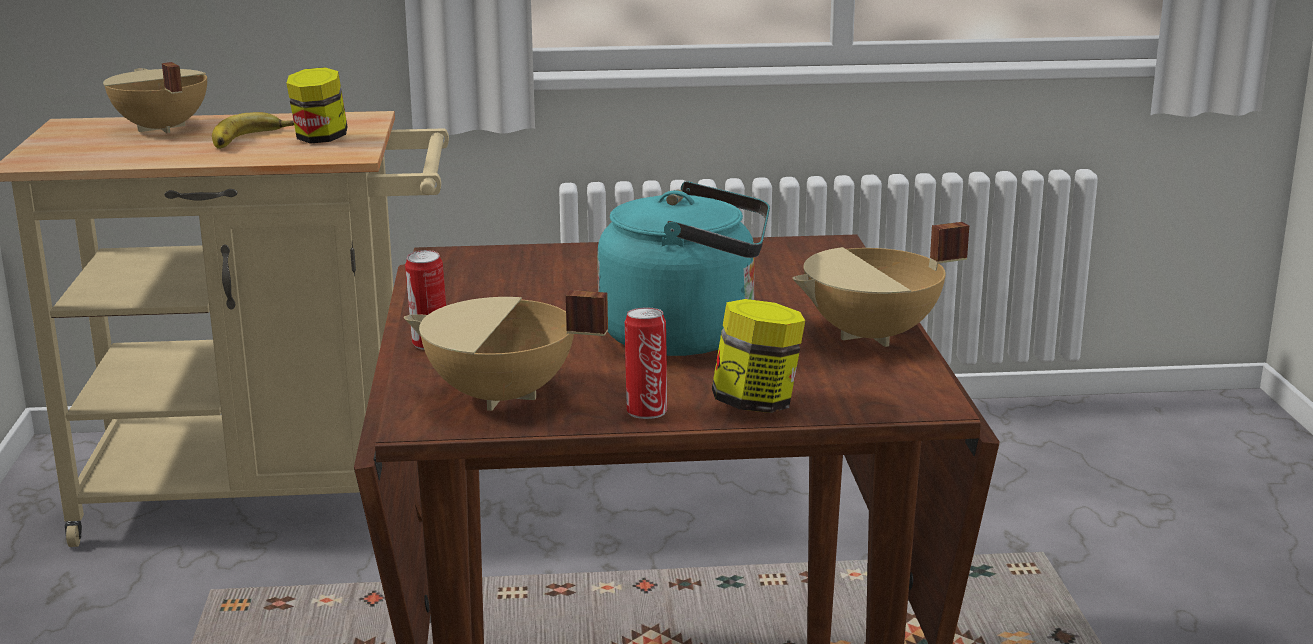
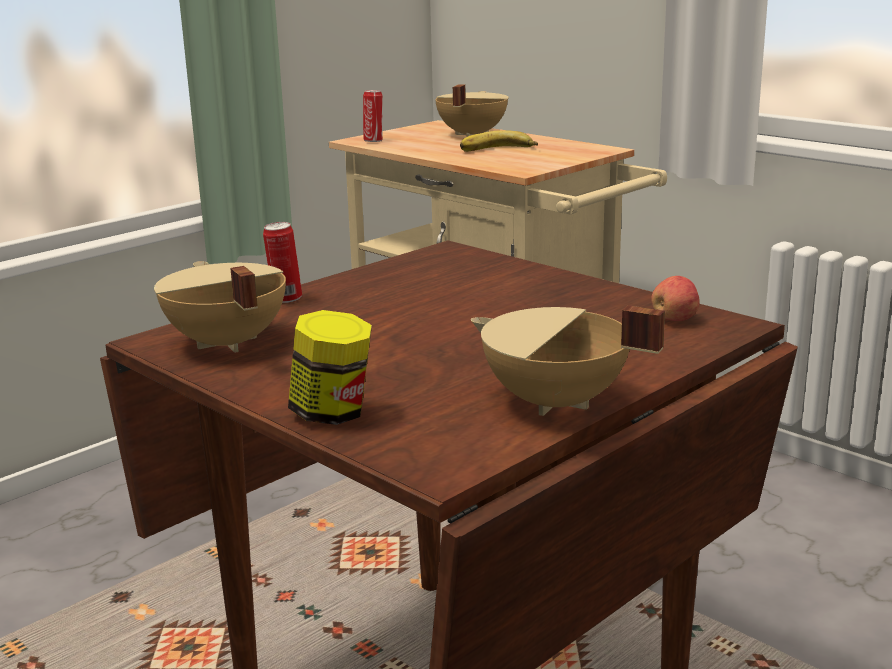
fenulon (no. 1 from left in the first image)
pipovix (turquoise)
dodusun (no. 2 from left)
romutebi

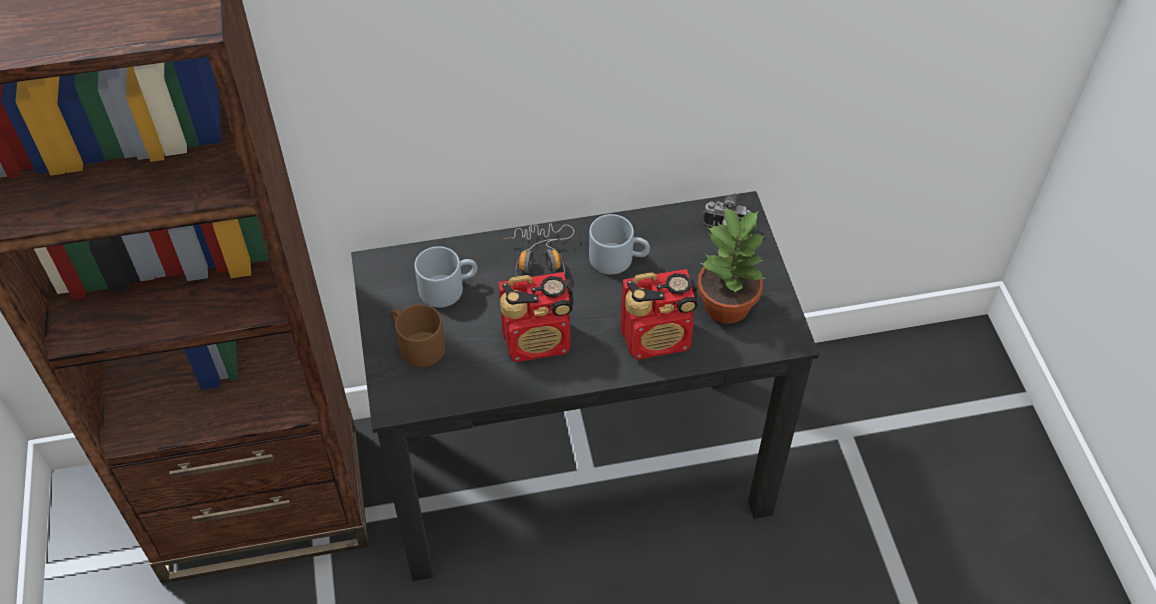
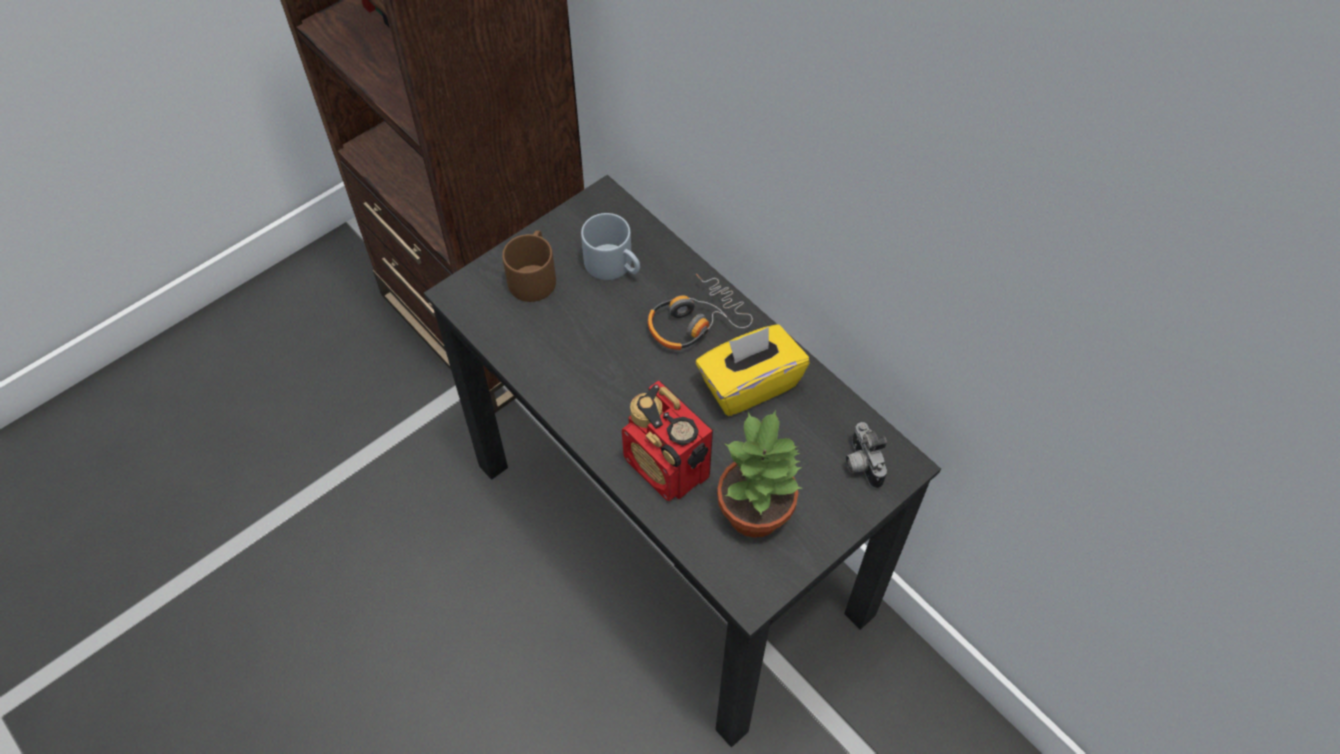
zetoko (no. 1 from left in the first image)
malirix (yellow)

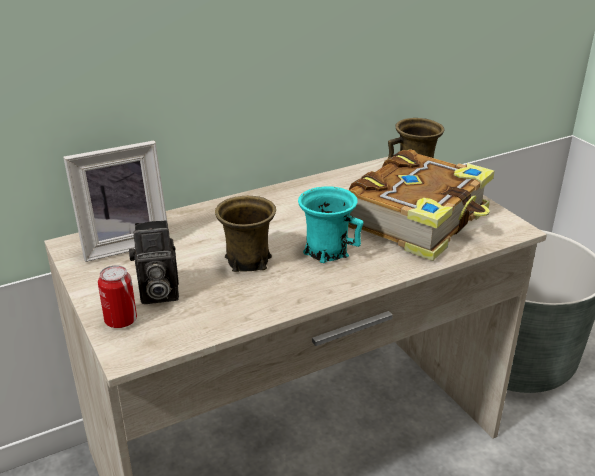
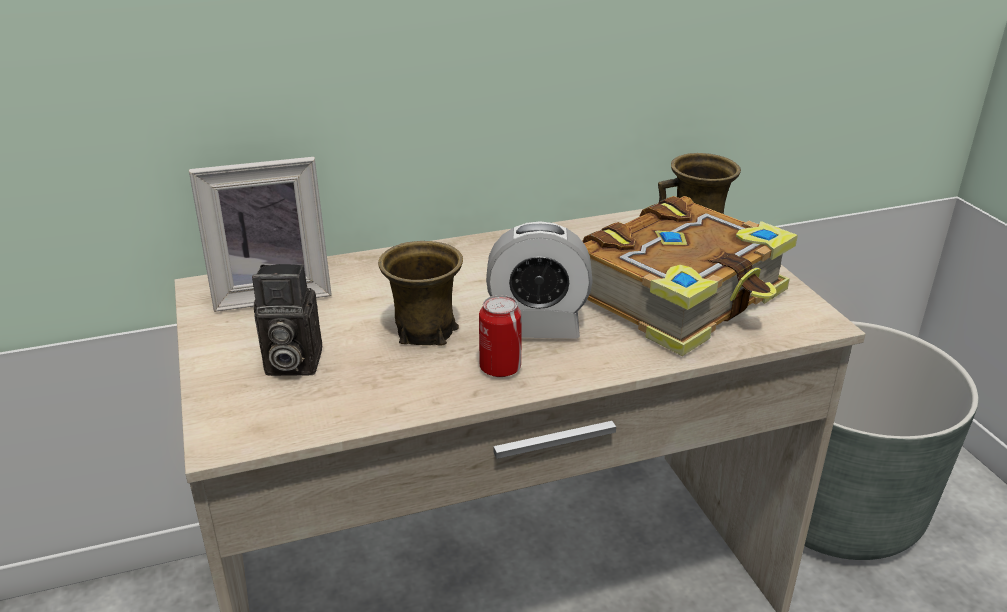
dodusun
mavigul

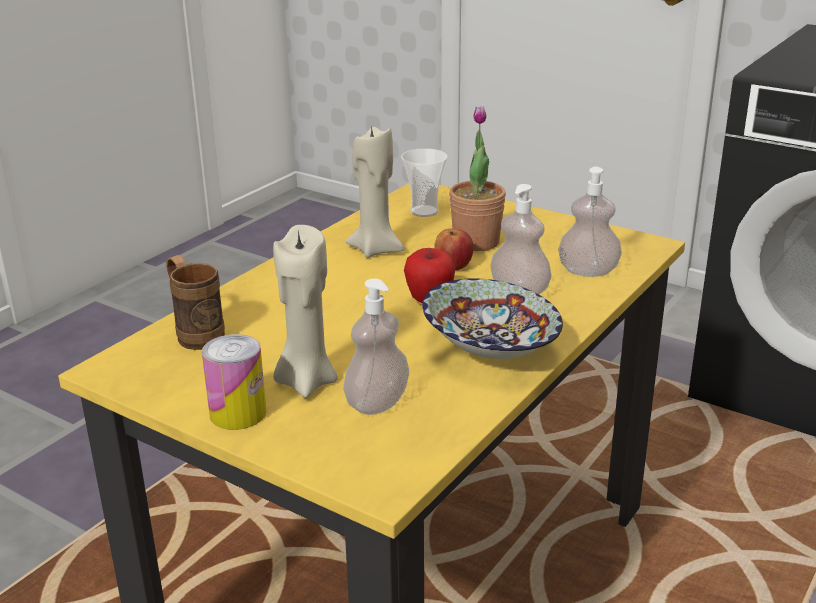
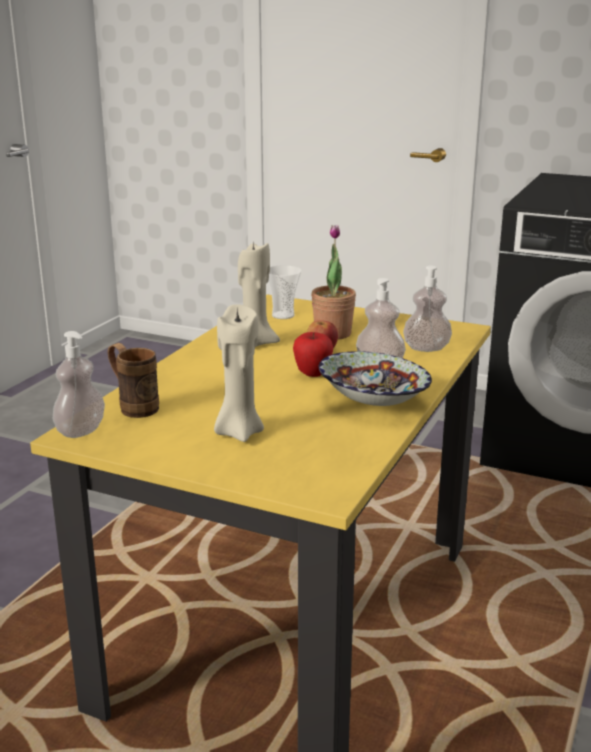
dodusun
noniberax (no. 1 from left)

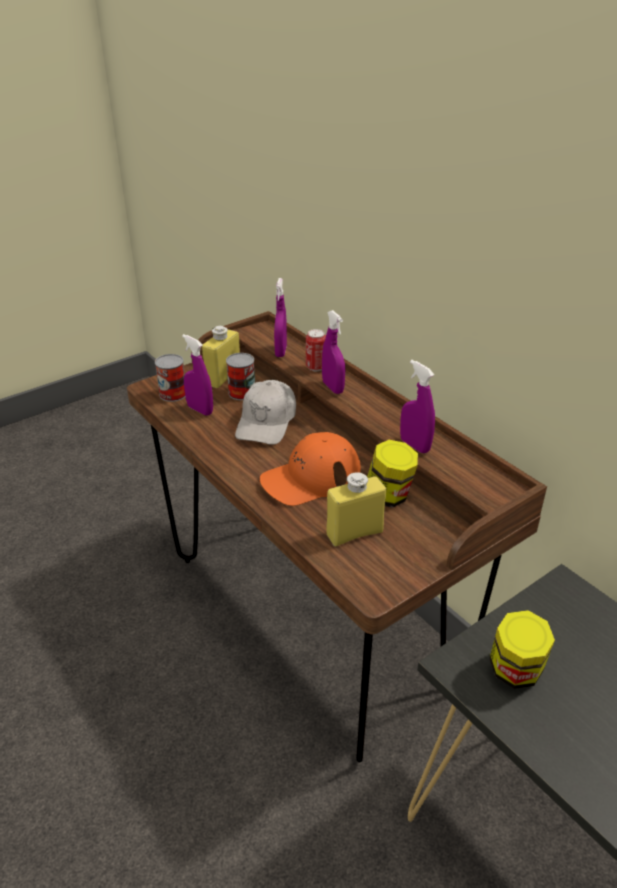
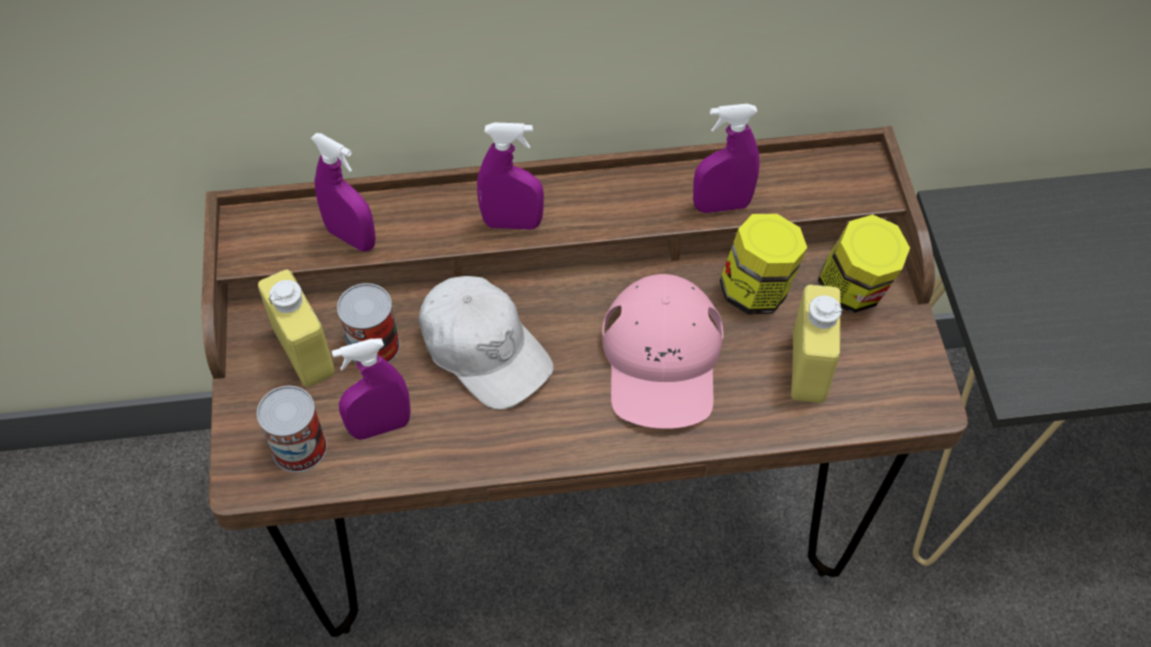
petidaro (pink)
dodusun (no. 3 from left in the first image)
fenulon (no. 2 from left)

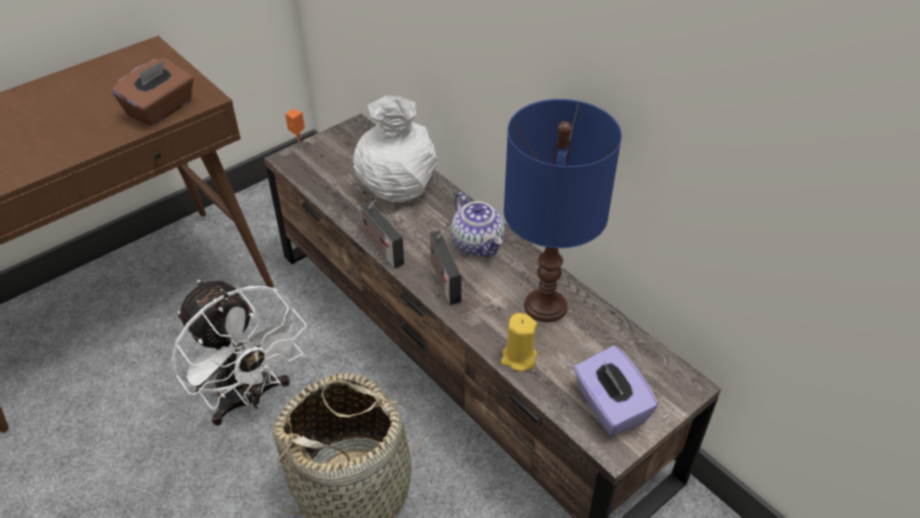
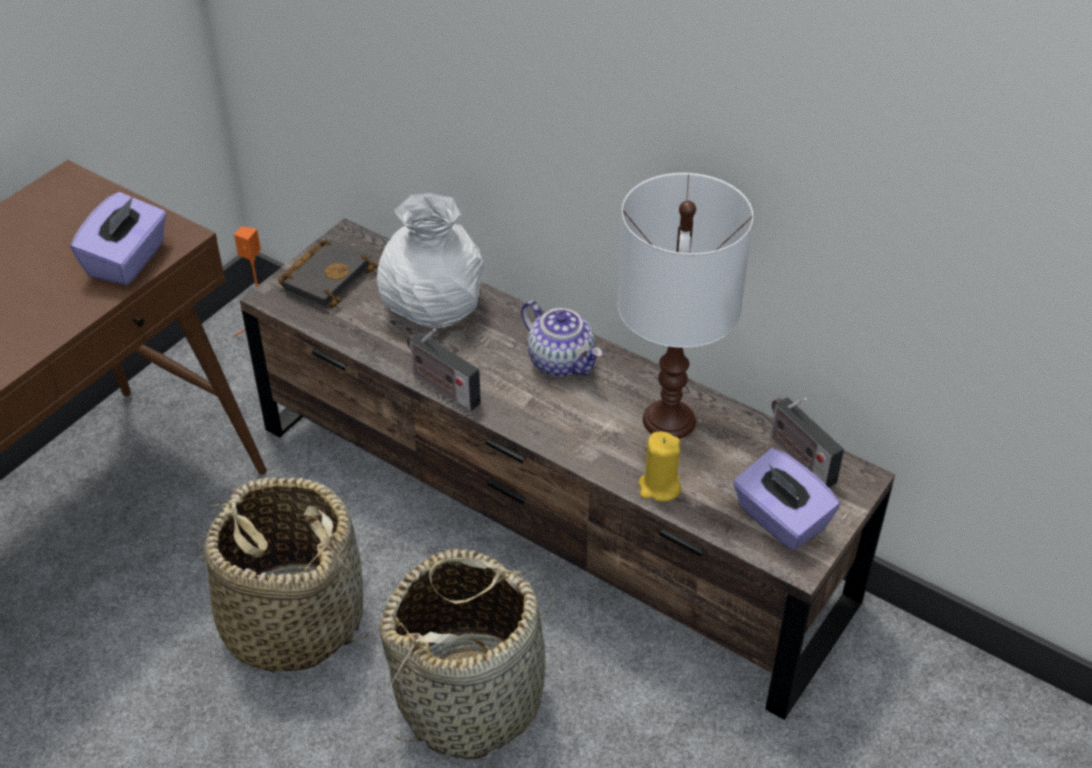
malirix (purple) (no. 1 from left)
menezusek (no. 1 from left)
zetoko (no. 2 from left)
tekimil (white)
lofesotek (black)

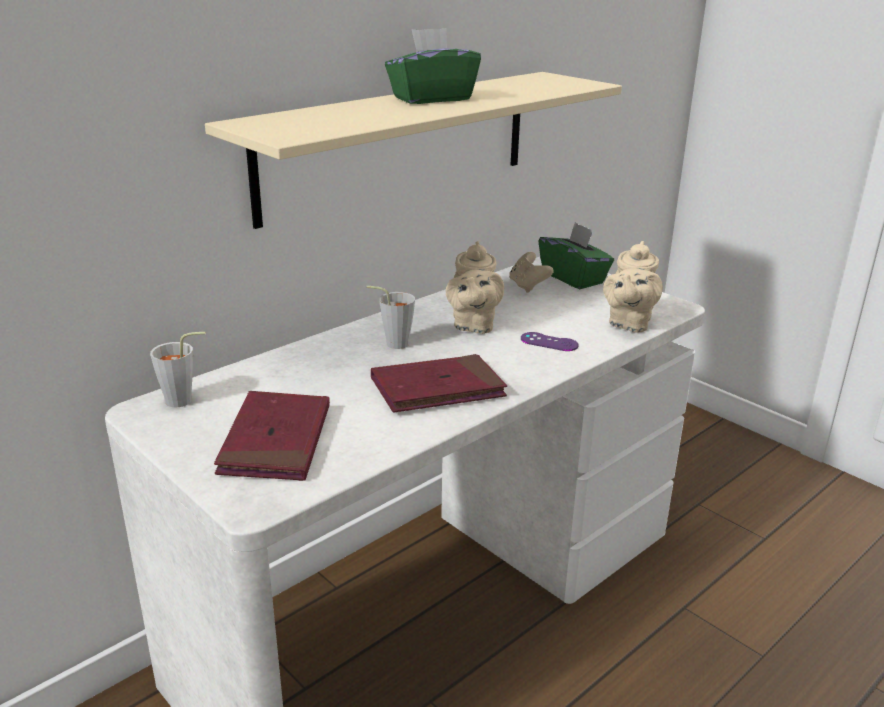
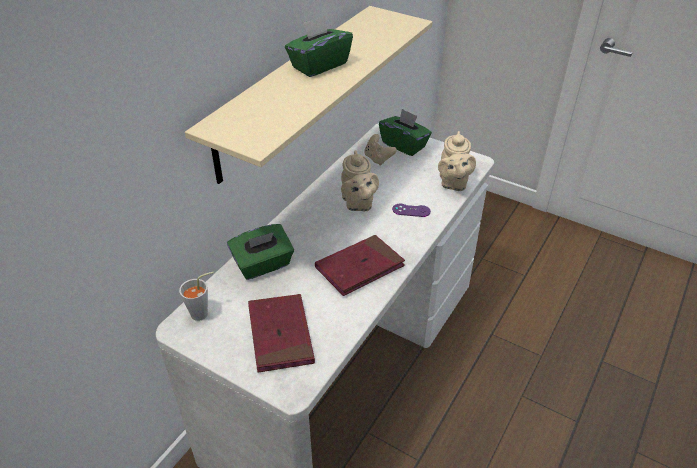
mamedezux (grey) (no. 2 from left in the first image)
malirix (green) (no. 1 from left)

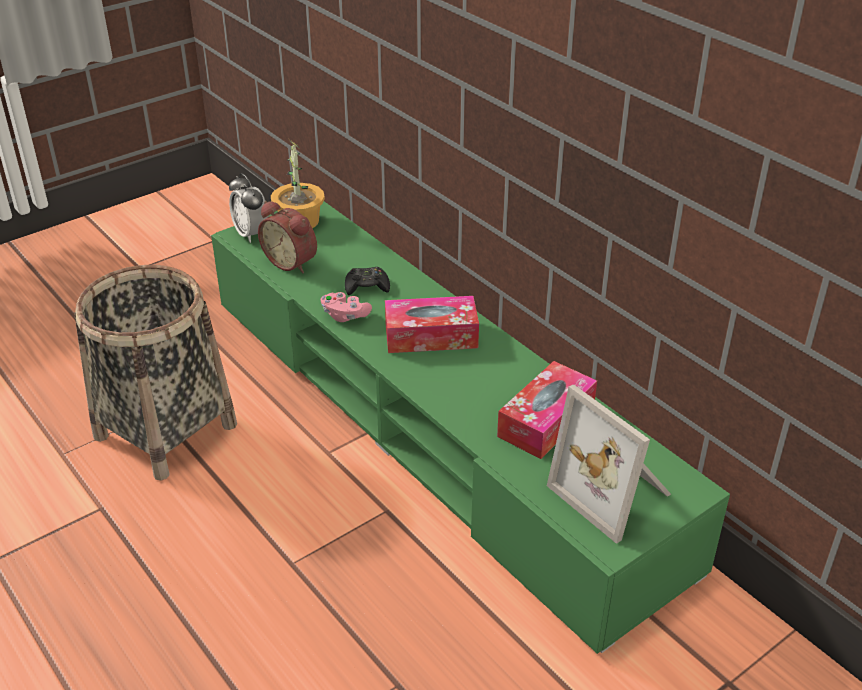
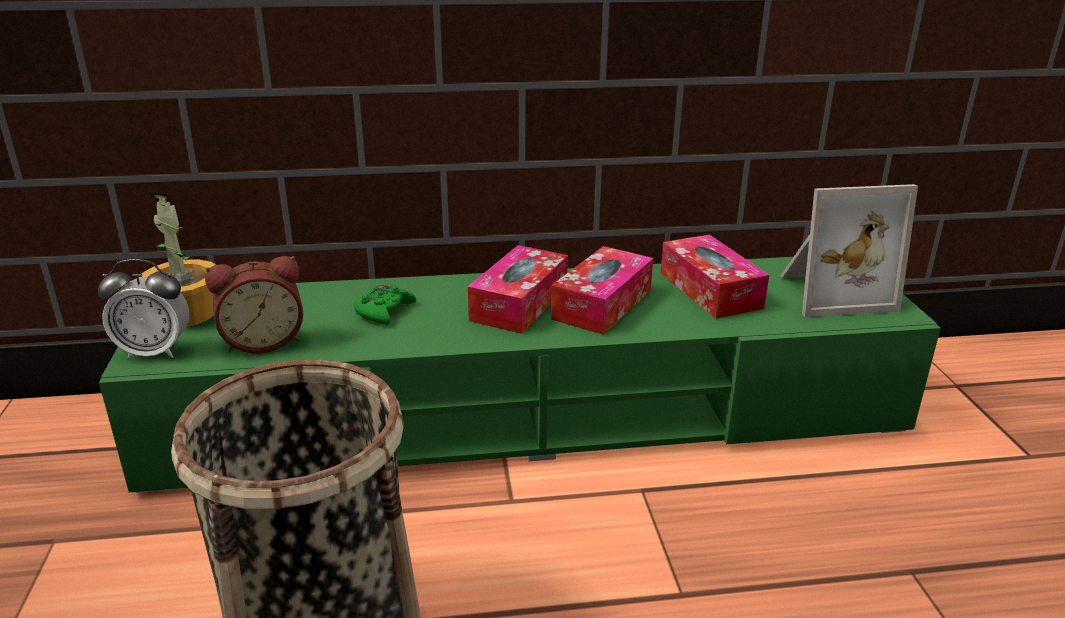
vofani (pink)
vofani (green)
malirix (no. 2 from left)

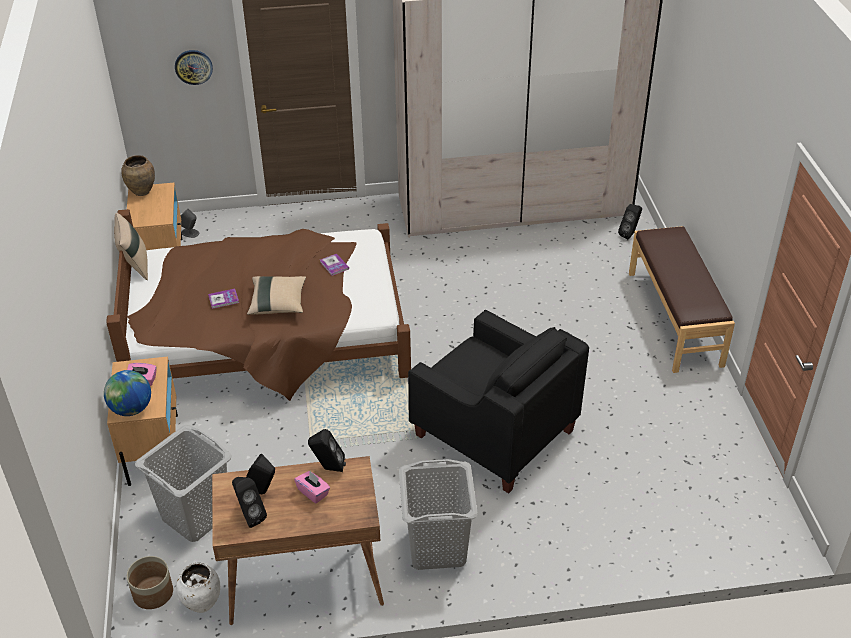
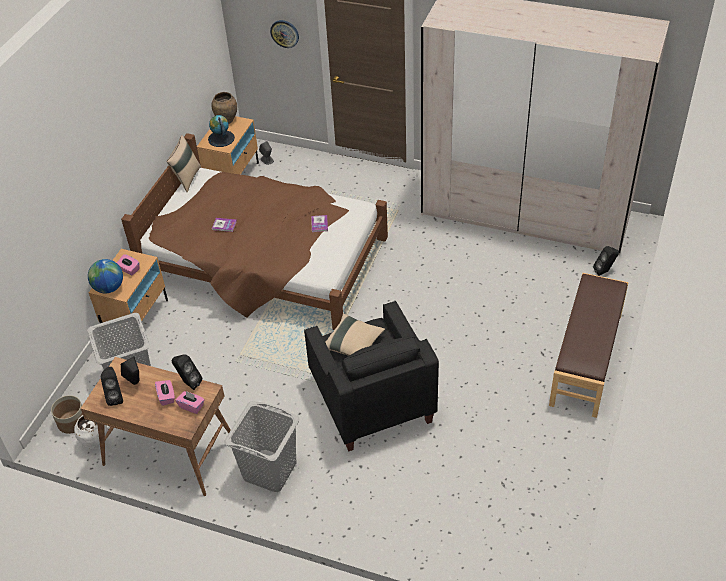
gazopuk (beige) (no. 2 from left)
malirix (pink) (no. 3 from left)
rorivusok (no. 2 from left)

